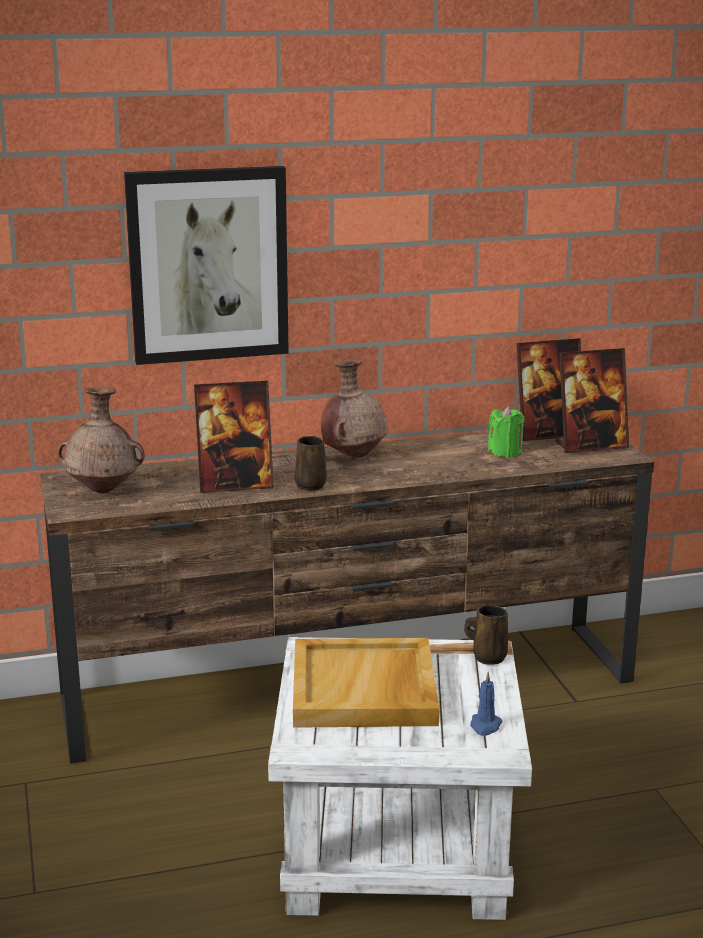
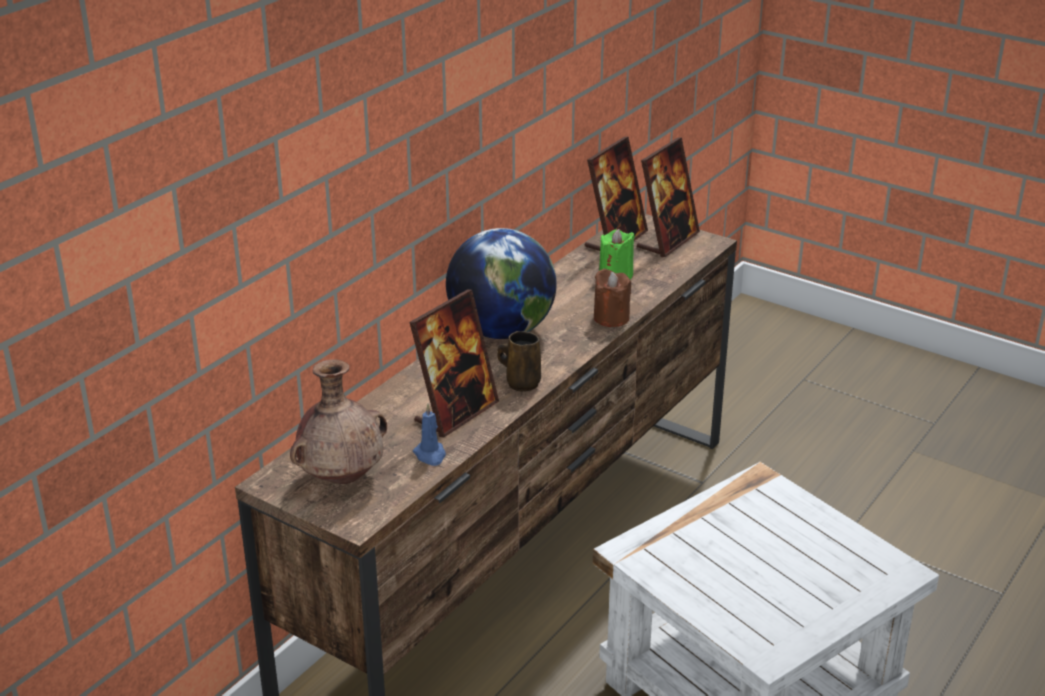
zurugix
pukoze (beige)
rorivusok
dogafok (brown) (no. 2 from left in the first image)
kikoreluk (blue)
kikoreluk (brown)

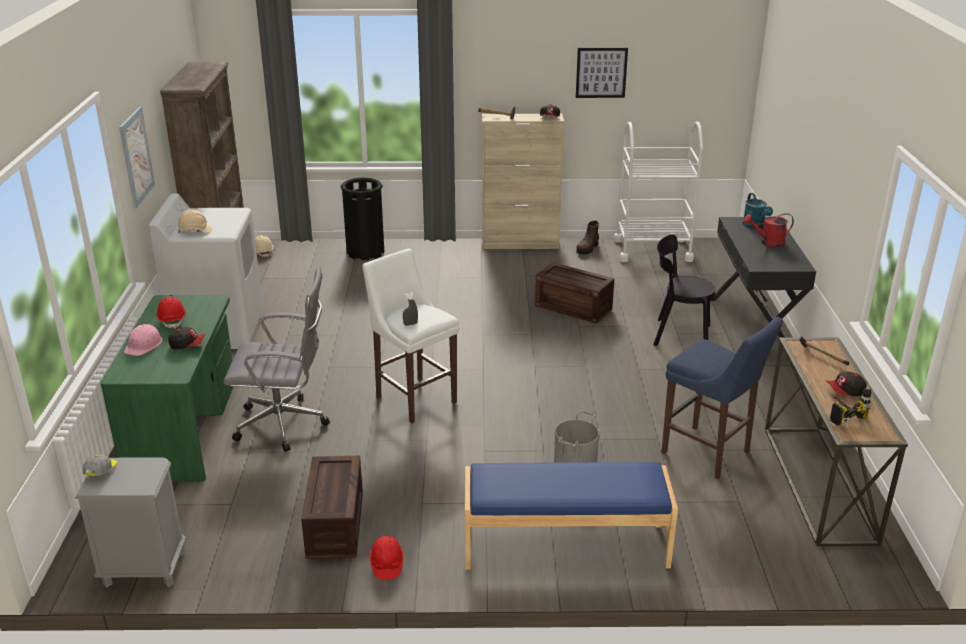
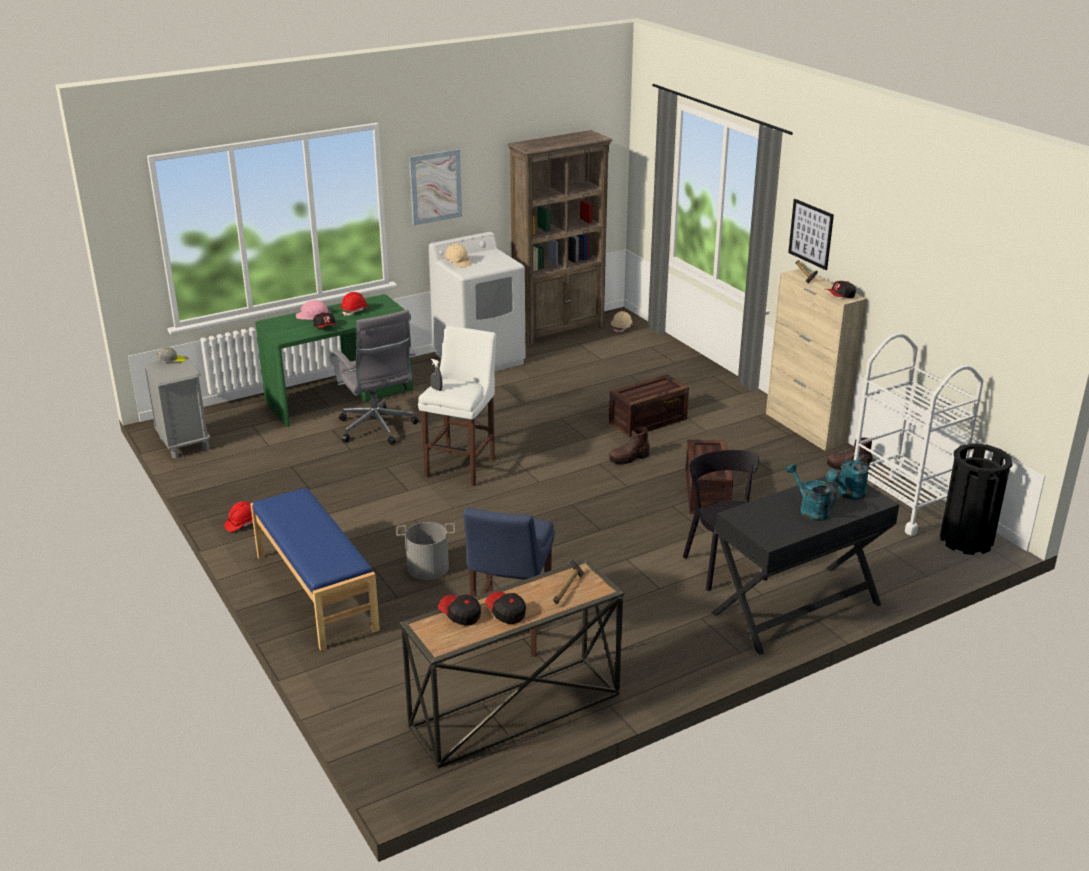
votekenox (no. 1 from left)
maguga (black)
zurugix (no. 2 from left)
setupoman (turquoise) (no. 1 from left)
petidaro (no. 3 from left)
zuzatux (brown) (no. 1 from left)

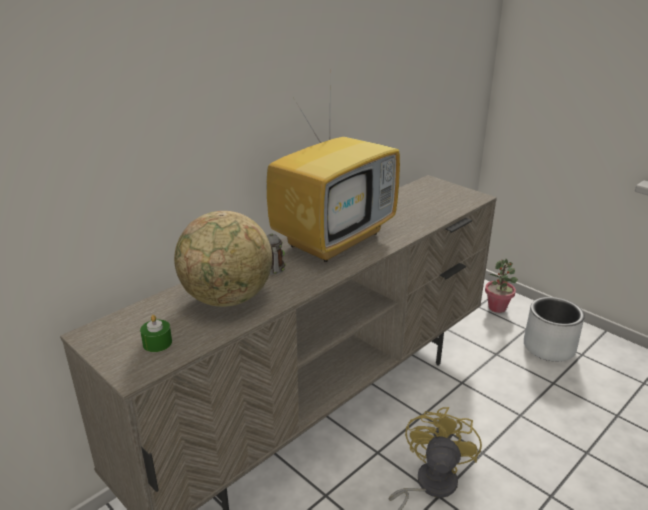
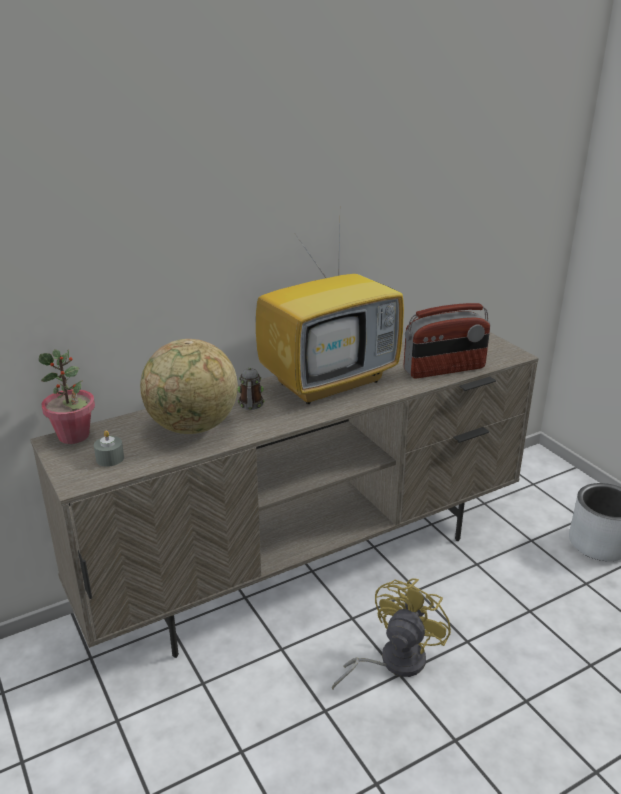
kikoreluk (grey)
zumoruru
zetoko

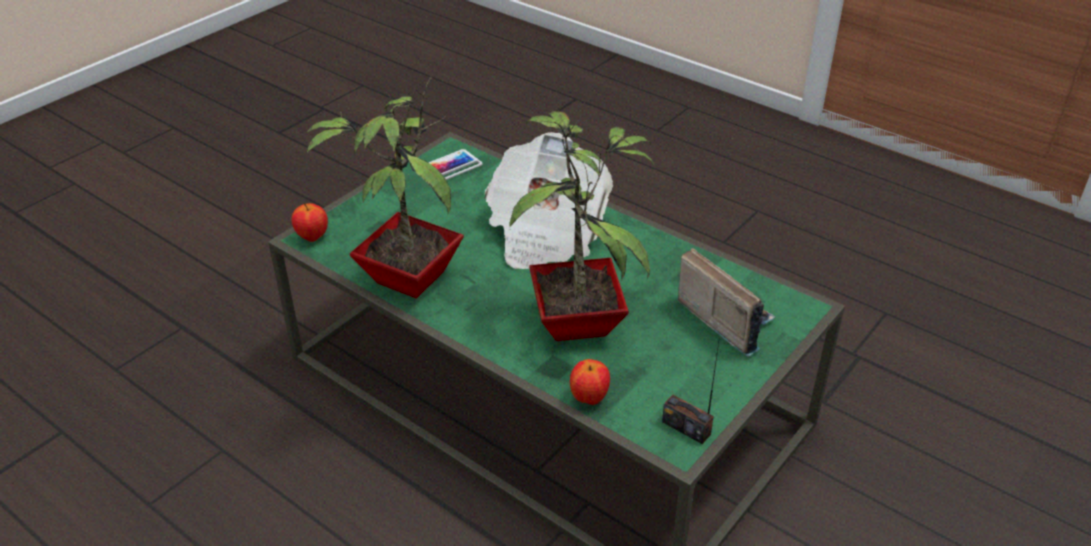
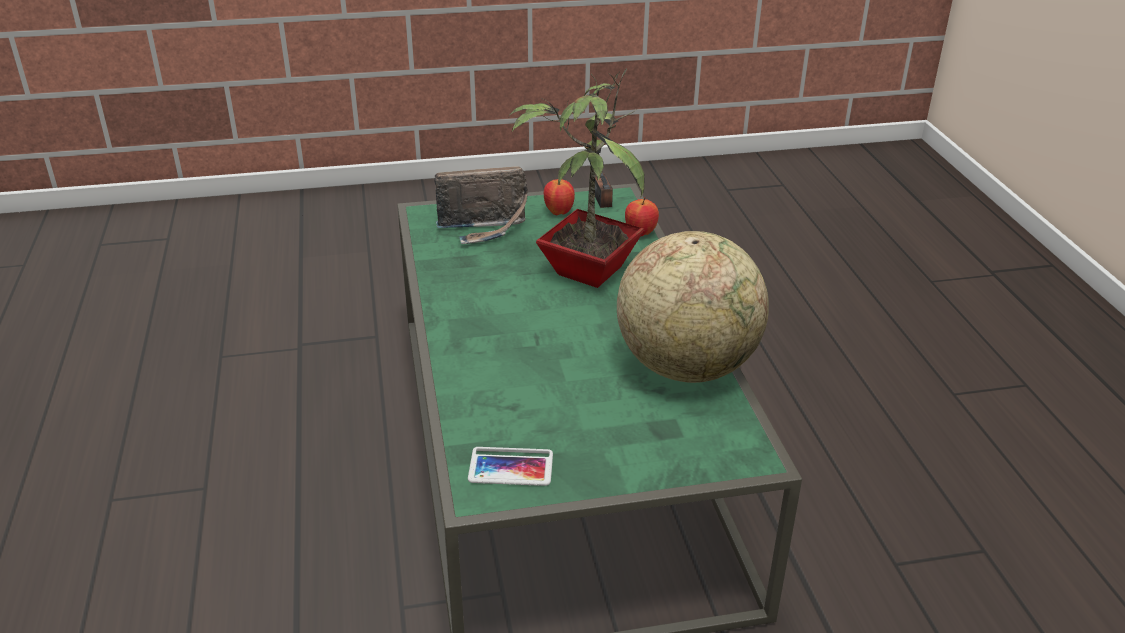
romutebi (no. 1 from left)
rorivusok
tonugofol
zetoko (no. 1 from left)

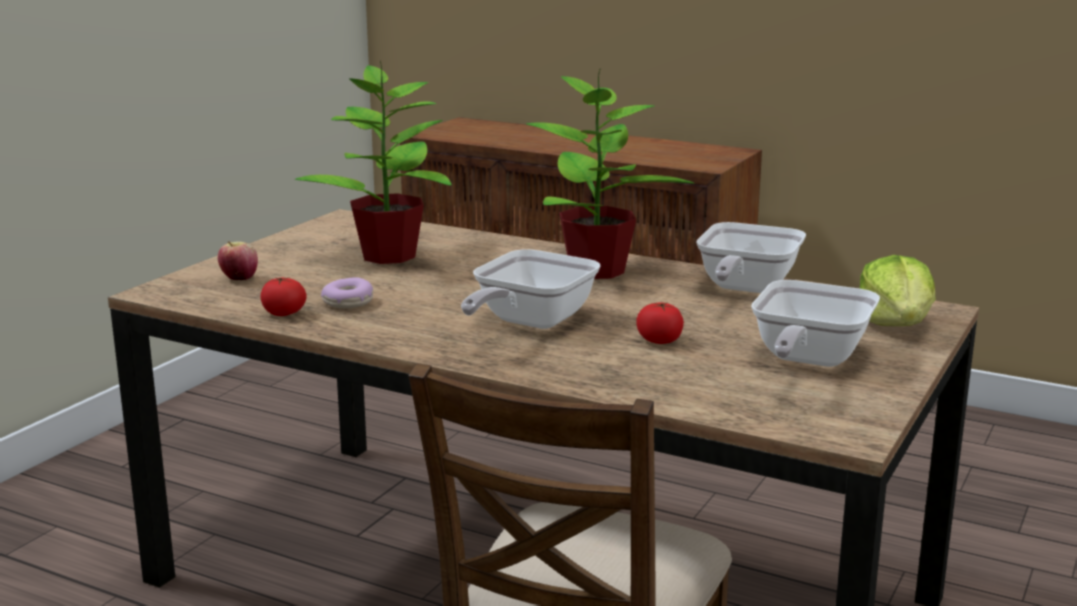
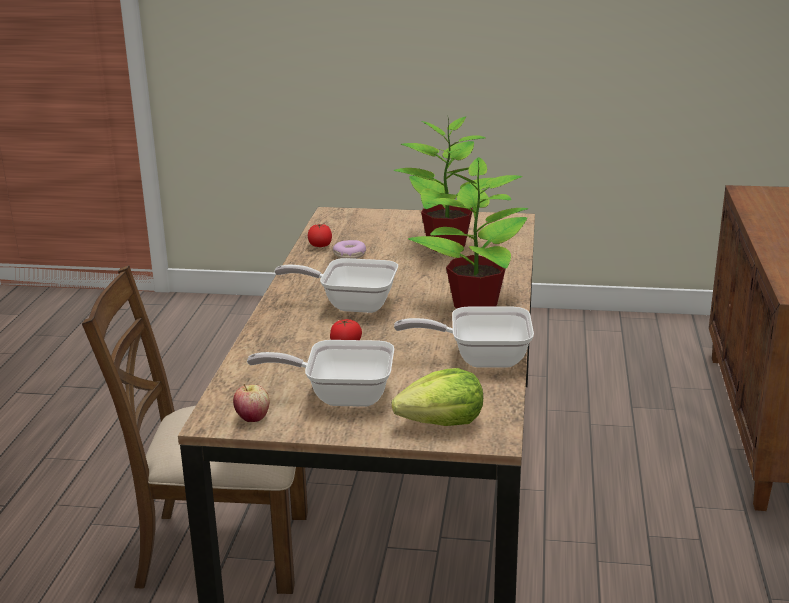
romutebi

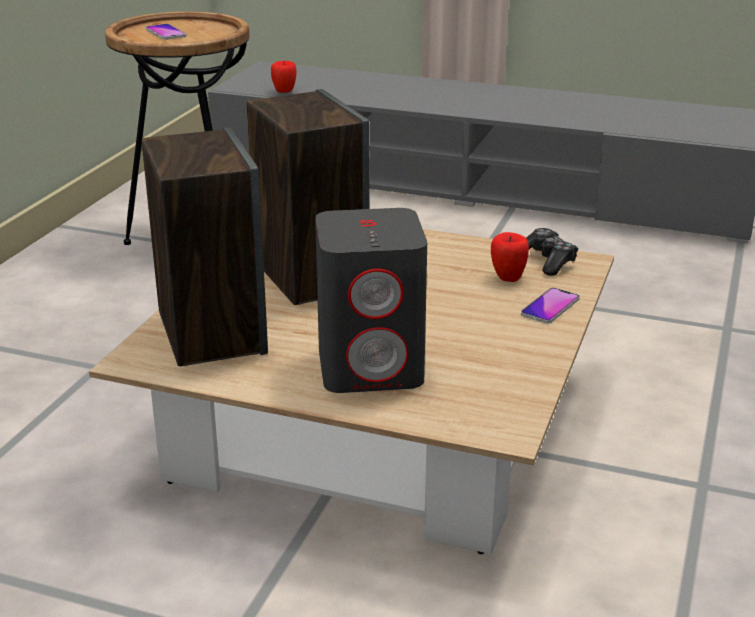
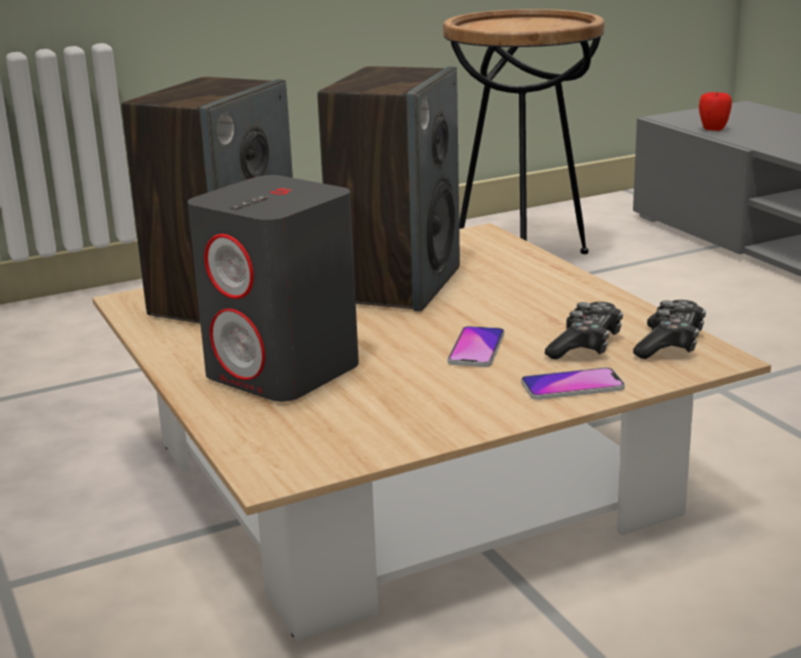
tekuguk (no. 1 from left)
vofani (no. 1 from left)

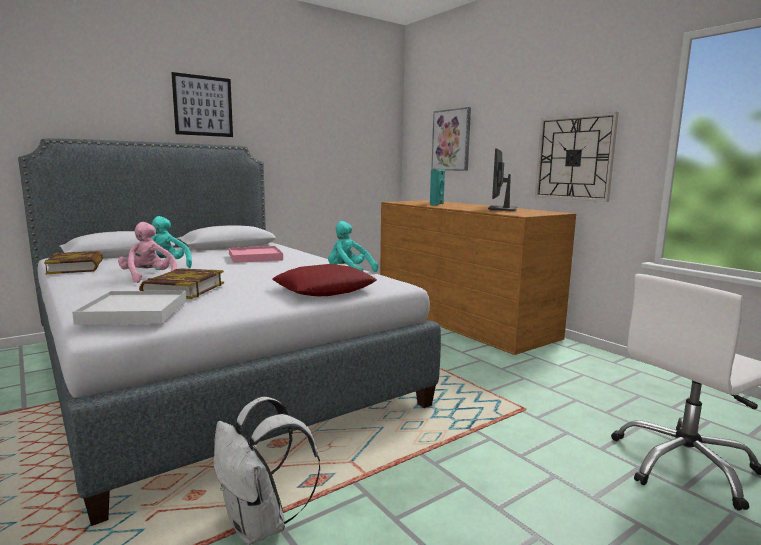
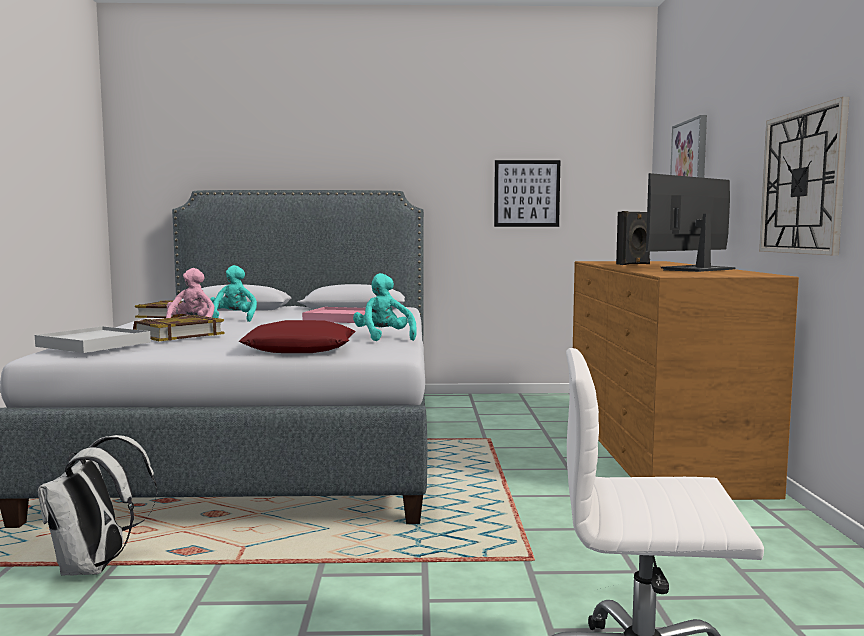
zurugix (no. 1 from left)
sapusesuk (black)

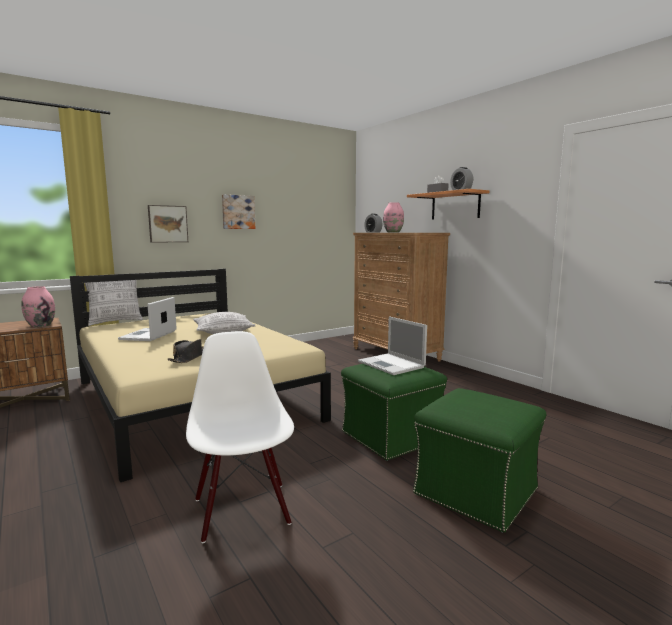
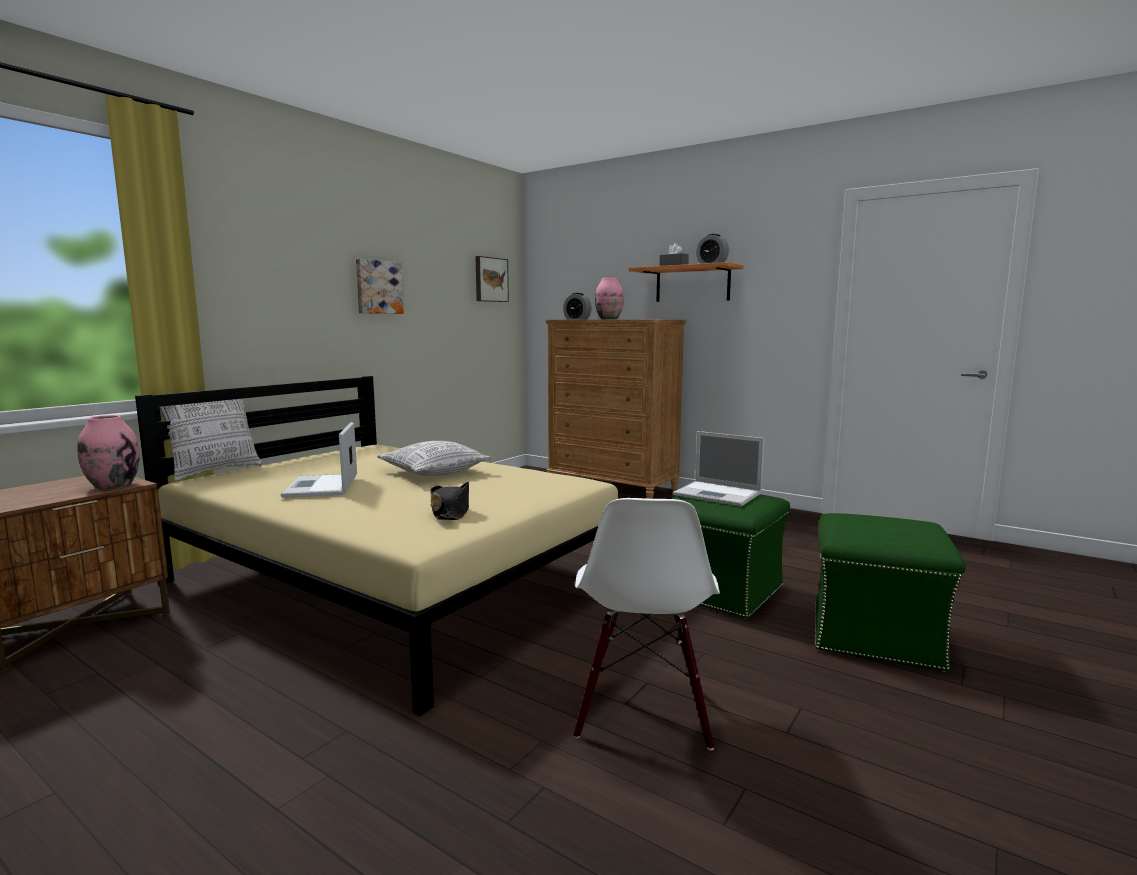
zurugix (no. 2 from left)
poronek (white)

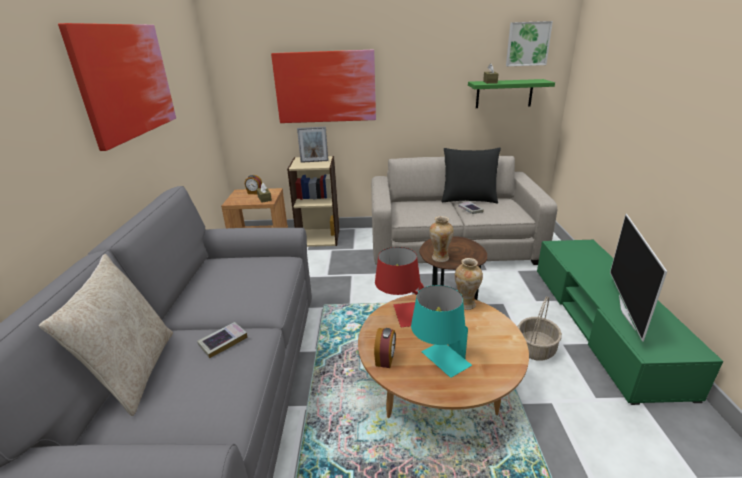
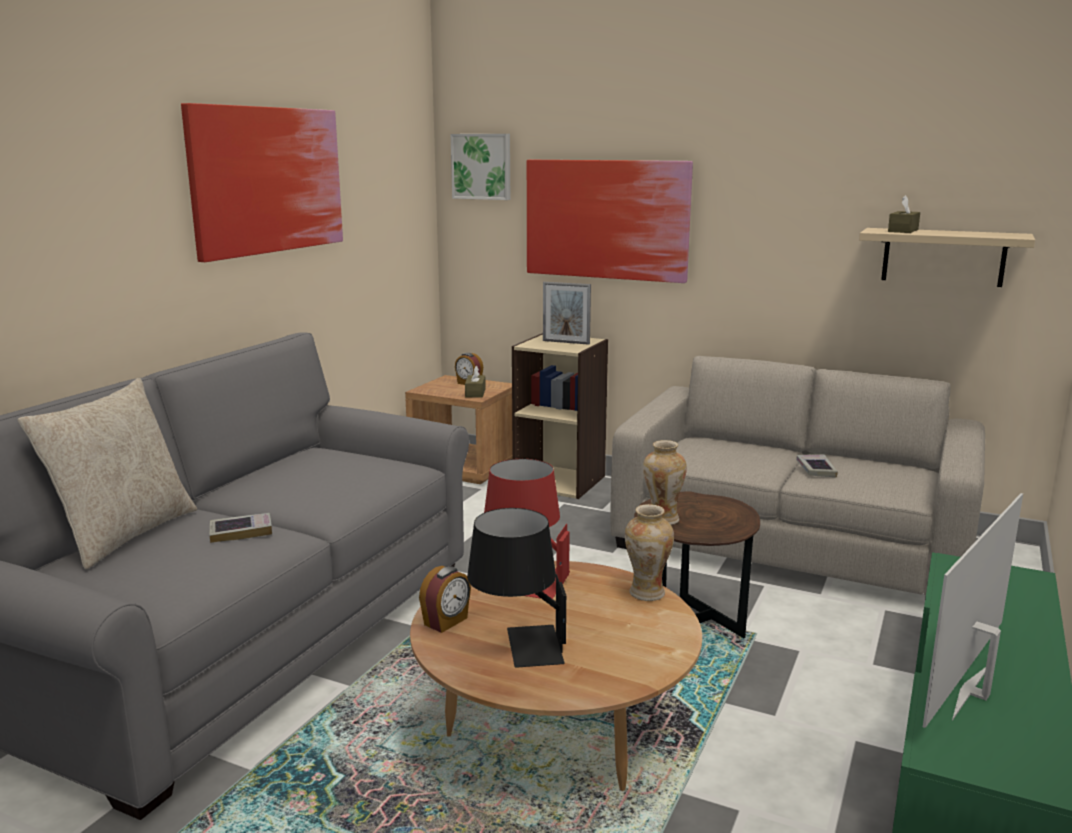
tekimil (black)
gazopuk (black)
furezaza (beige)
zurugix (no. 2 from left)
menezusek

